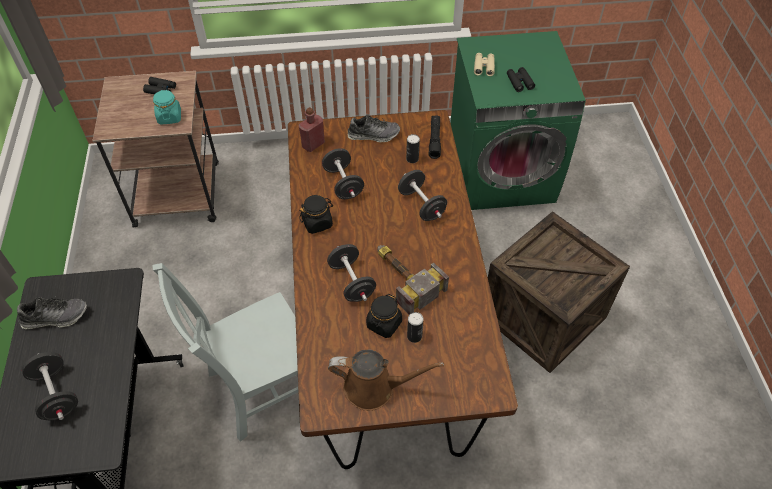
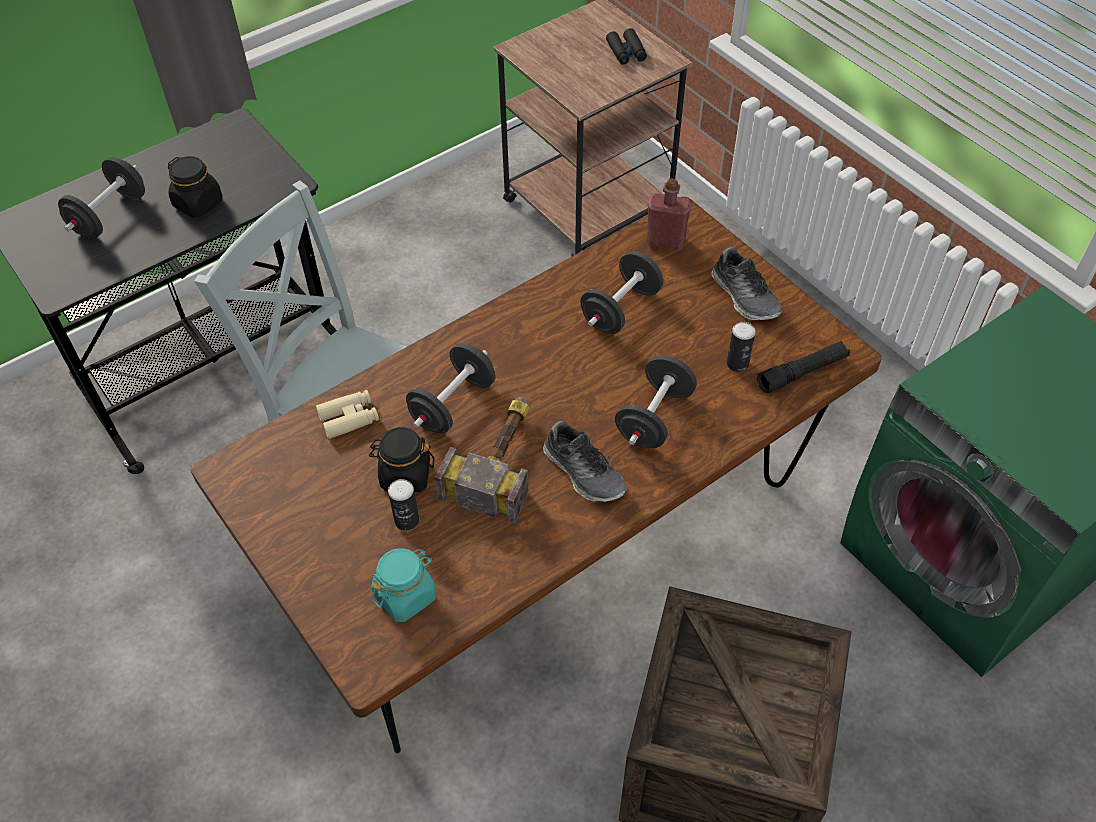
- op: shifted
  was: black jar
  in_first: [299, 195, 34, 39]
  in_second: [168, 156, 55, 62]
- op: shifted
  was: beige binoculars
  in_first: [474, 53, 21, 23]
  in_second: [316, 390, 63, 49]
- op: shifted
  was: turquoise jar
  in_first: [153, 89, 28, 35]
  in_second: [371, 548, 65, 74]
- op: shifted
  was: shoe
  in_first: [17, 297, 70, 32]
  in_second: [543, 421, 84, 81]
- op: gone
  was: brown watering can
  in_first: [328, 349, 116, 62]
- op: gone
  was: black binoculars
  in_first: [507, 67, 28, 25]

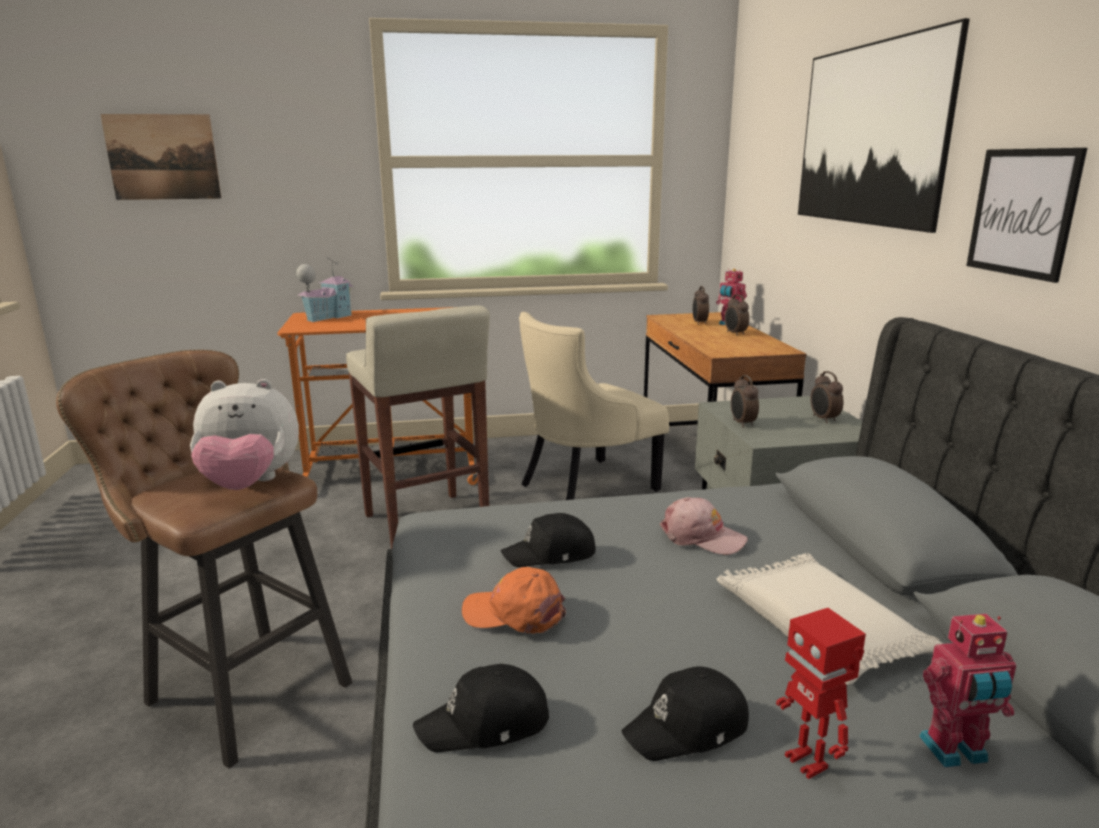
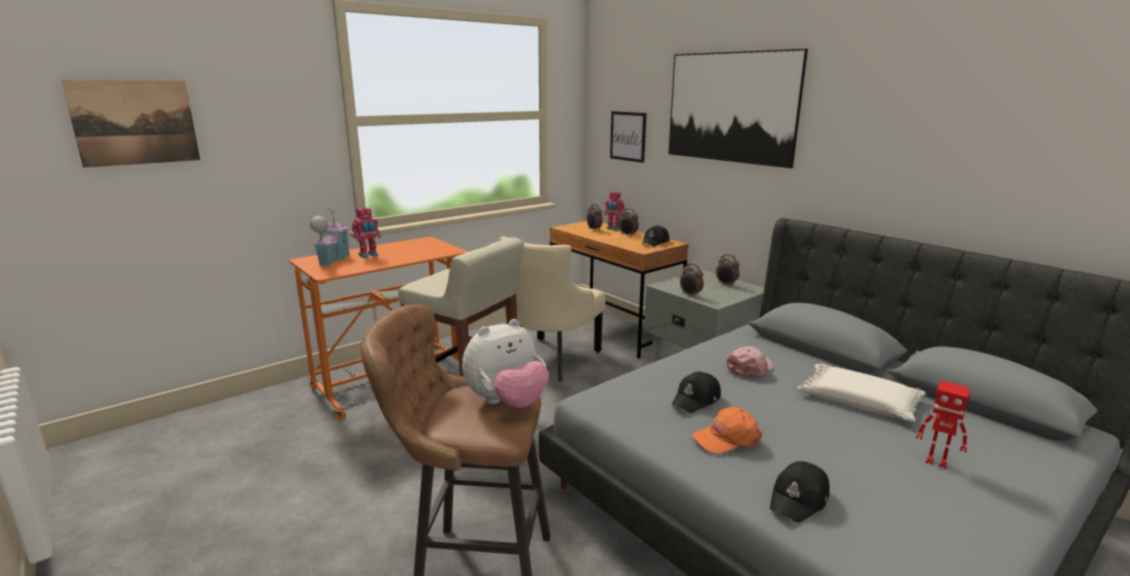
- op: shifted
  was: toy robot
  in_first: [919, 614, 98, 153]
  in_second: [352, 206, 29, 52]
- op: shifted
  was: picture
  in_first: [966, 148, 121, 135]
  in_second: [610, 111, 37, 52]
- op: shifted
  was: black cap
  in_first: [622, 666, 127, 95]
  in_second: [641, 225, 28, 22]
- op: rotated
  was: pink cap
  in_first: [660, 497, 88, 58]
  in_second: [726, 346, 48, 31]
  clockwise: -45

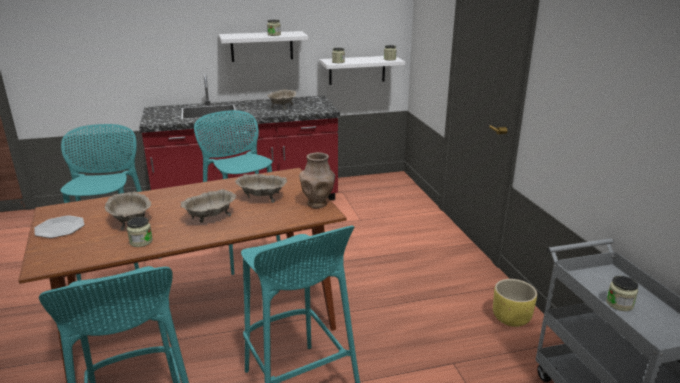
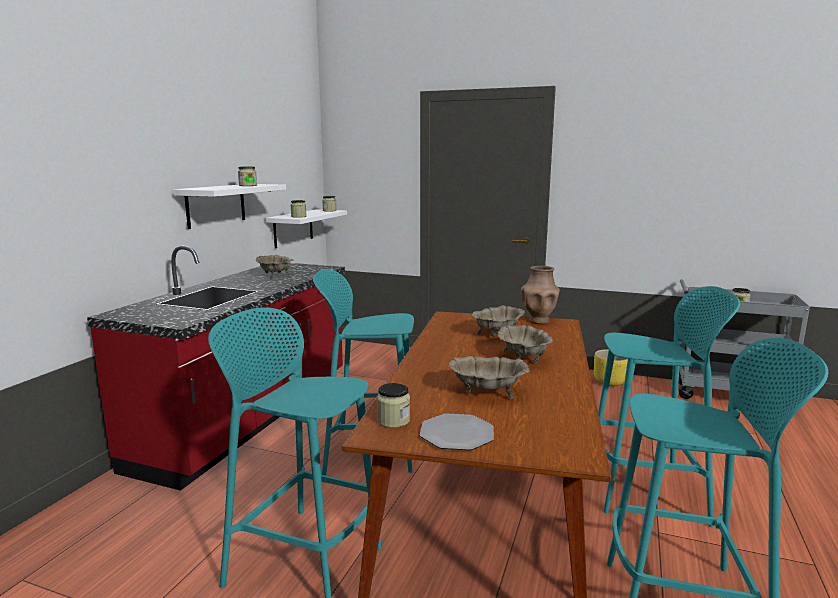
- op: shifted
  was: jar
  in_first: [127, 217, 26, 30]
  in_second: [377, 383, 33, 45]

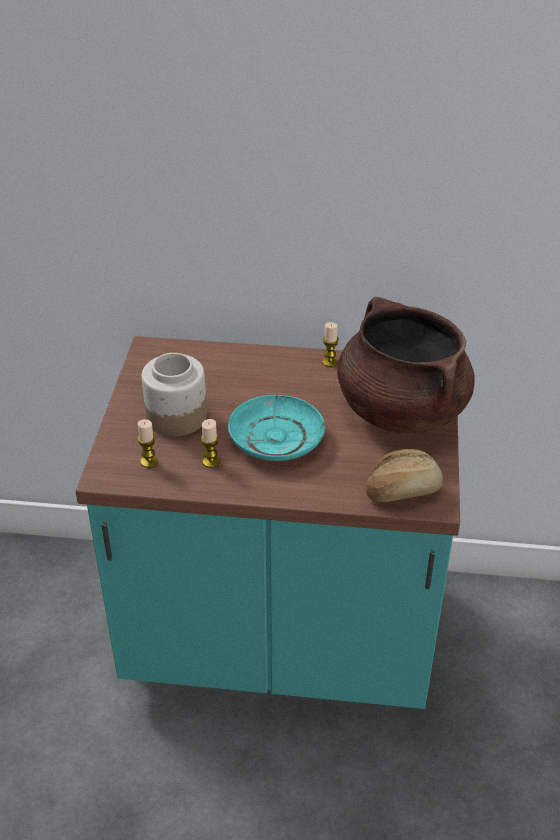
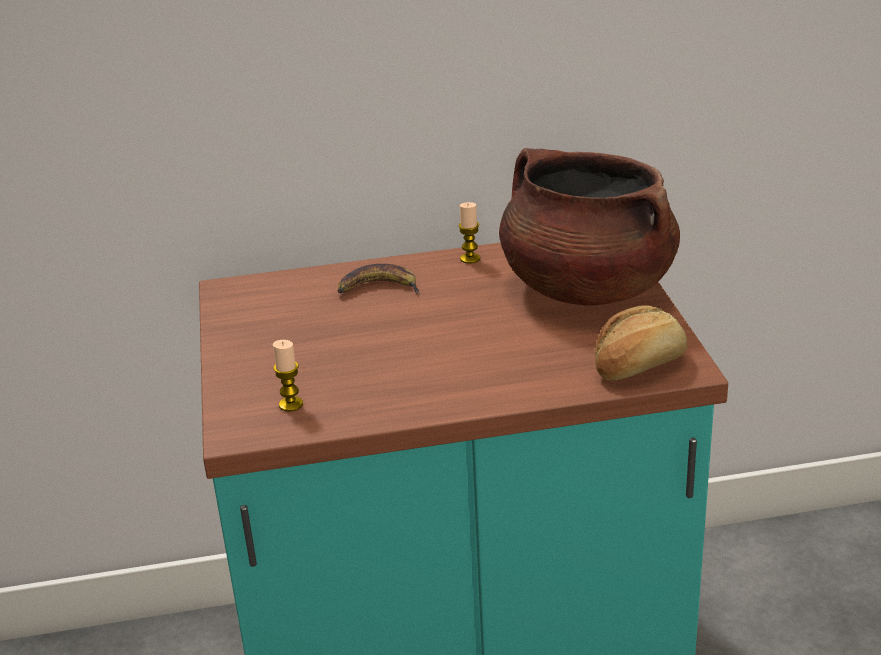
- op: new
  now: banana
  in_second: [338, 264, 83, 31]
- op: gone
  was: jar
  in_first: [142, 353, 65, 84]
- op: gone
  was: candle
  in_first: [201, 419, 19, 49]
- op: gone
  was: turquoise plate
  in_first: [228, 395, 97, 66]

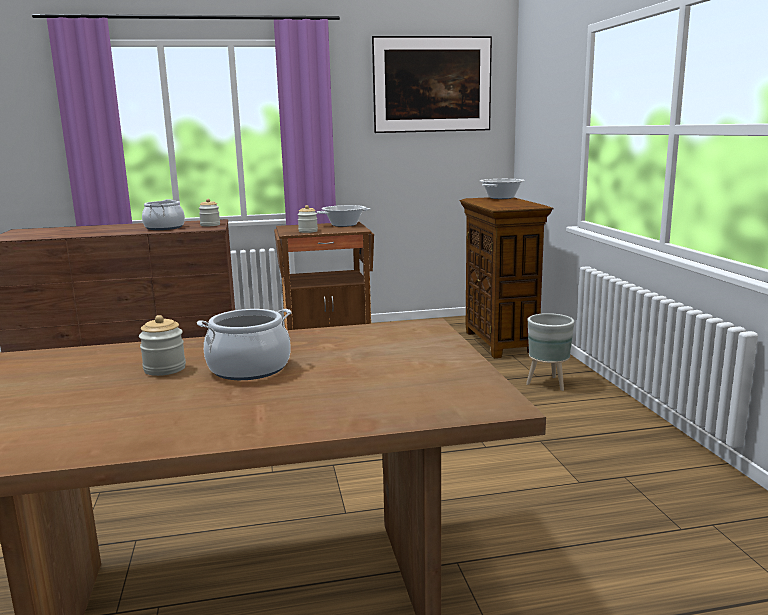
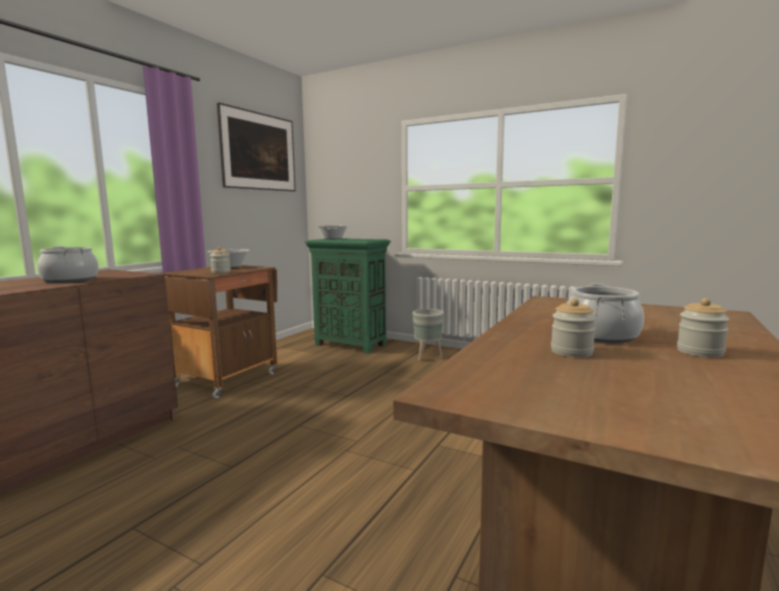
- op: repainted
  was: brown cabinet
  now: green cabinet
  in_first: [460, 197, 94, 161]
  in_second: [305, 238, 86, 116]
- op: shifted
  was: jar
  in_first: [199, 199, 21, 27]
  in_second: [677, 298, 53, 59]

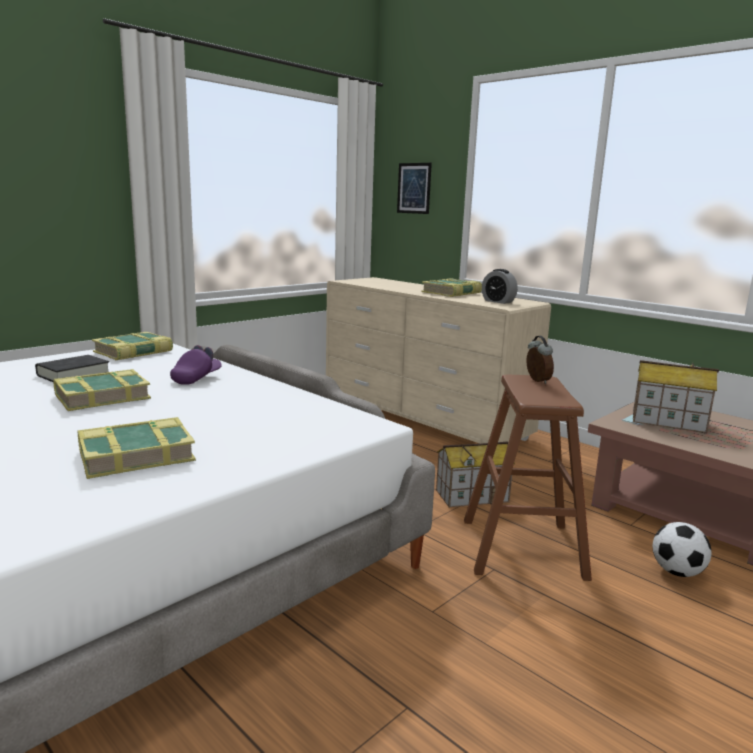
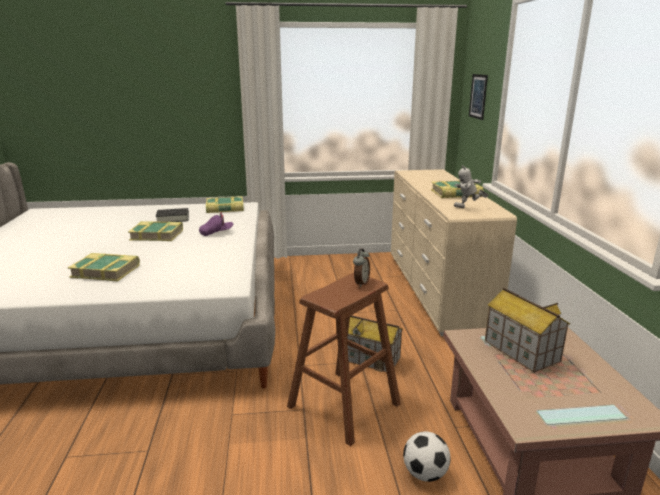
- op: swapped
  was: alarm clock
  now: toy robot
  in_first: [482, 269, 36, 35]
  in_second: [454, 165, 35, 43]

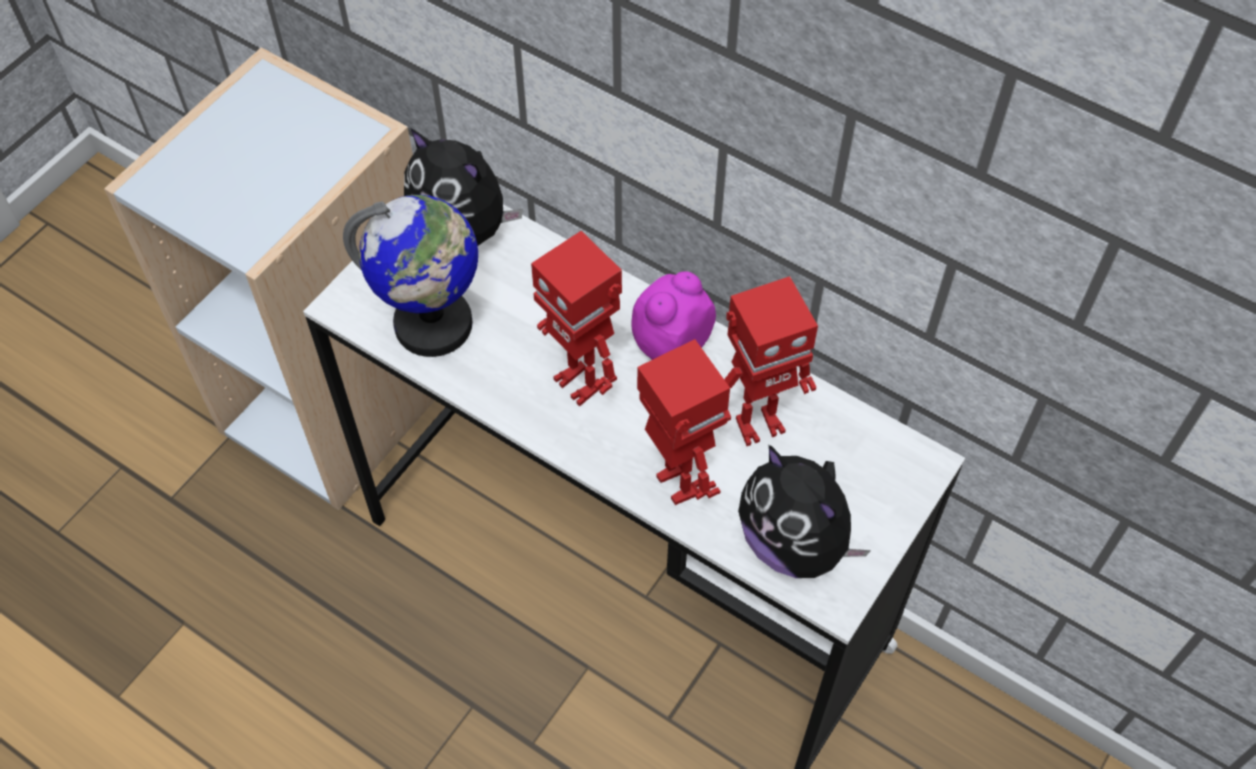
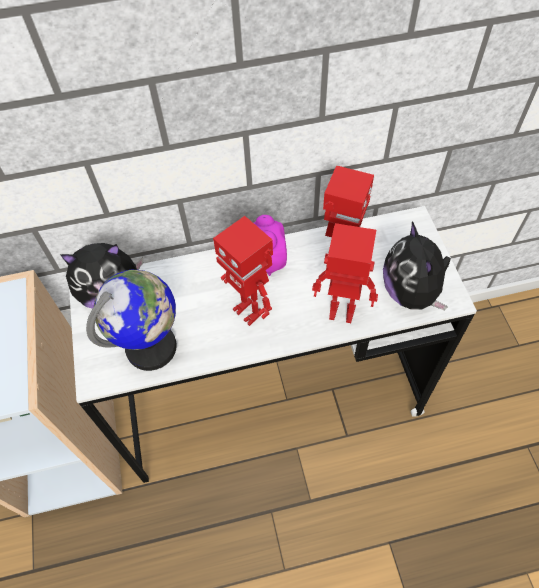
- op: rotated
  was: toy robot
  in_first: [531, 231, 91, 176]
  in_second: [213, 216, 60, 110]
  clockwise: 45
- op: rotated
  was: plush toy
  in_first: [738, 445, 133, 133]
  in_second: [383, 221, 68, 90]
  clockwise: 75

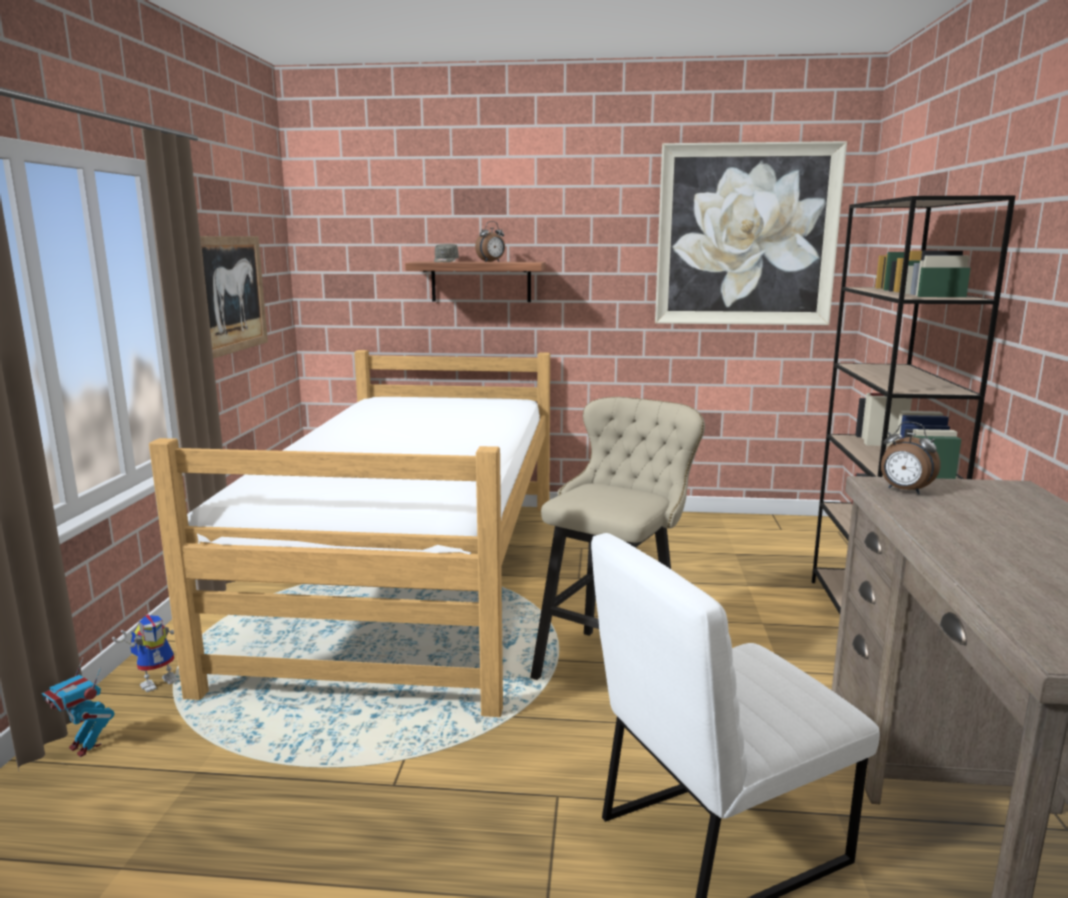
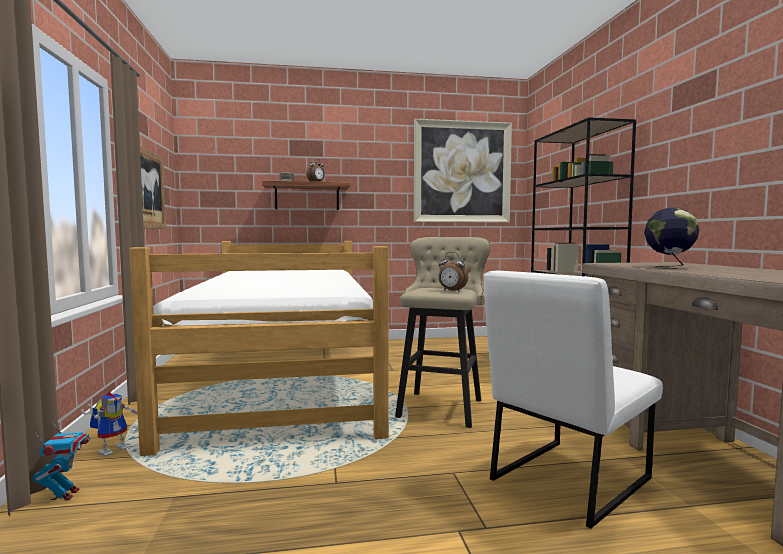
- op: rotated
  was: toy robot
  in_first: [42, 658, 72, 99]
  in_second: [33, 421, 57, 79]
  clockwise: -120
- op: shifted
  was: alarm clock
  in_first: [881, 422, 59, 72]
  in_second: [438, 252, 30, 39]
- op: new
  now: globe
  in_second: [644, 207, 55, 62]

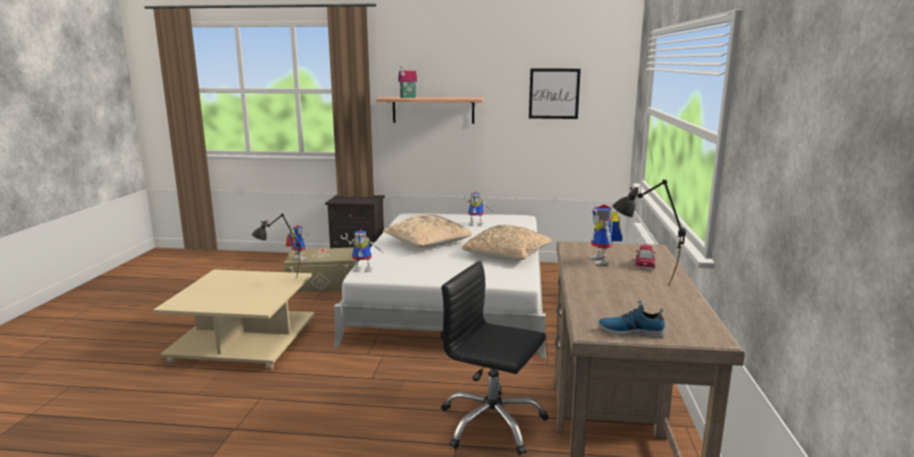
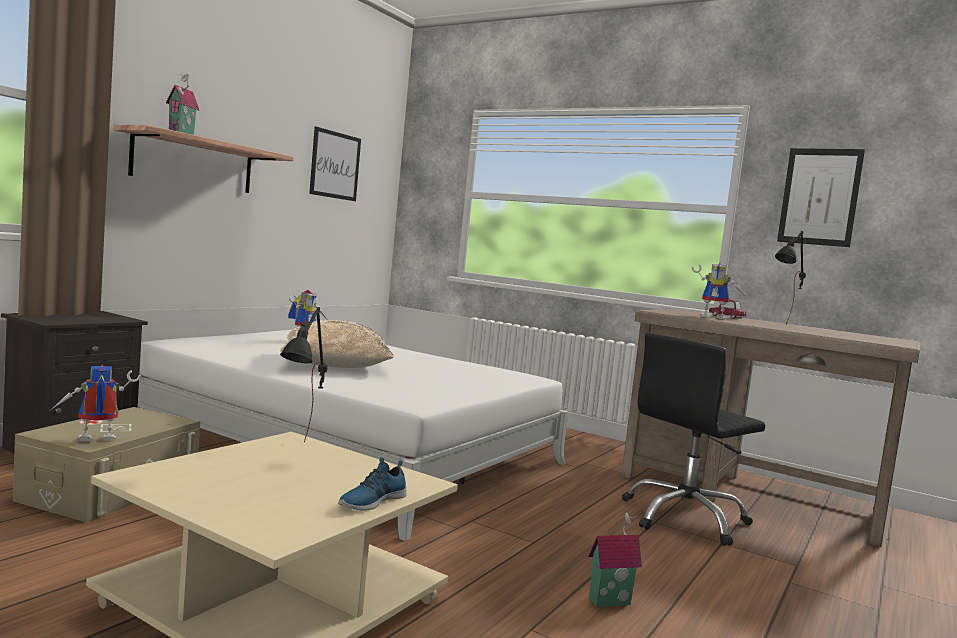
- op: shifted
  was: shoe
  in_first: [598, 301, 68, 37]
  in_second: [338, 457, 69, 53]
- op: new
  now: toy house
  in_second: [588, 512, 54, 95]
- op: new
  now: picture
  in_second: [777, 148, 88, 99]
- op: gone
  was: toy robot
  in_first: [341, 229, 44, 43]
- op: gone
  was: beige pillow
  in_first: [462, 225, 90, 36]

